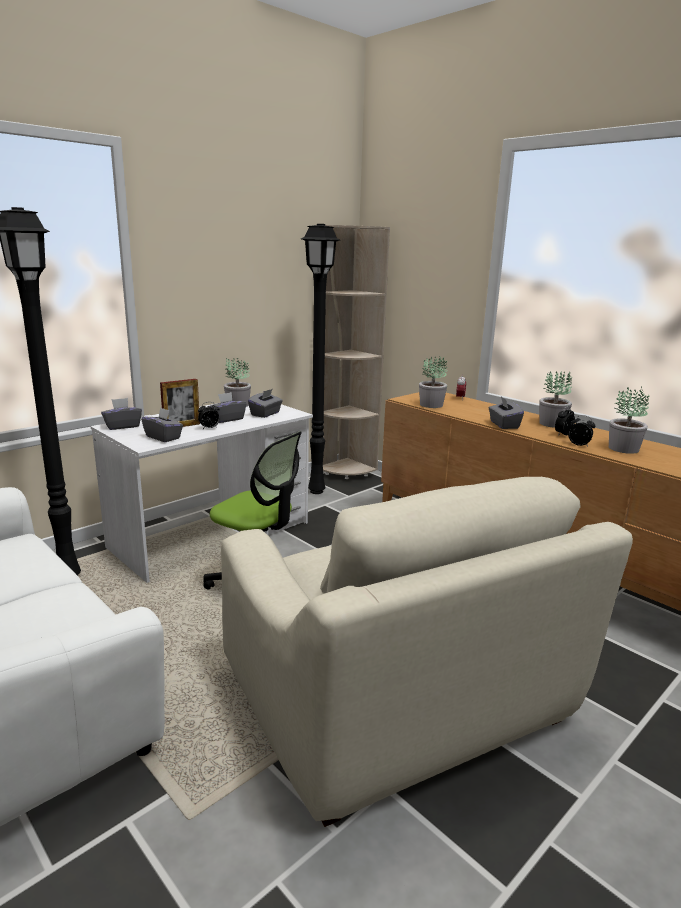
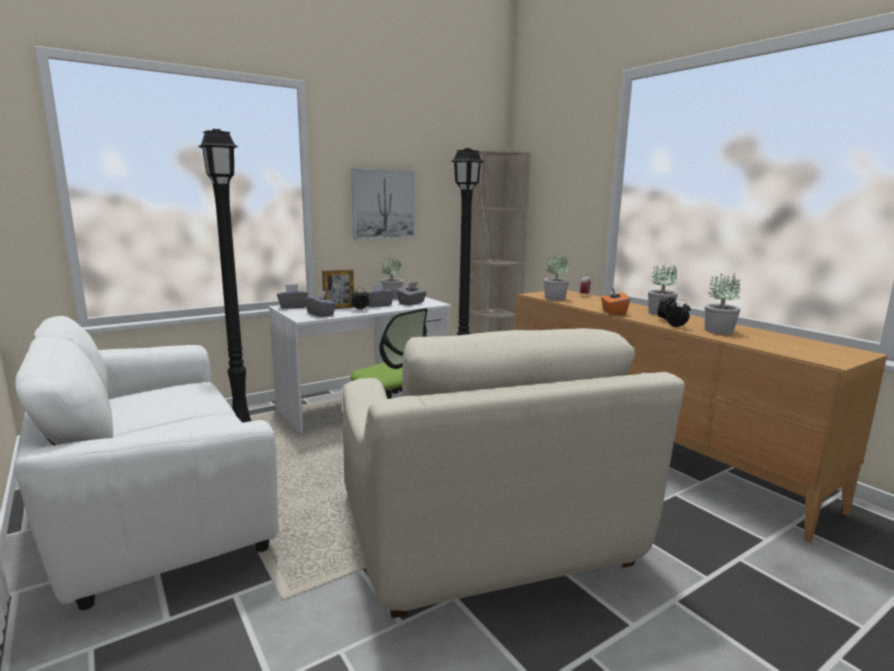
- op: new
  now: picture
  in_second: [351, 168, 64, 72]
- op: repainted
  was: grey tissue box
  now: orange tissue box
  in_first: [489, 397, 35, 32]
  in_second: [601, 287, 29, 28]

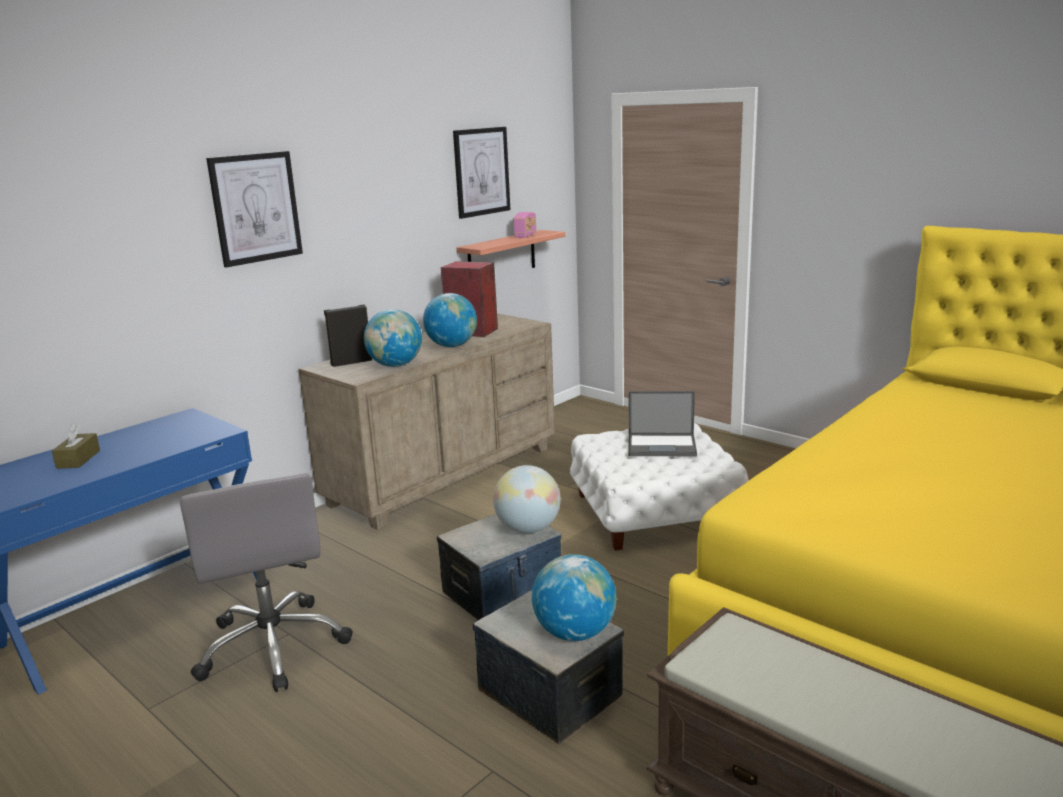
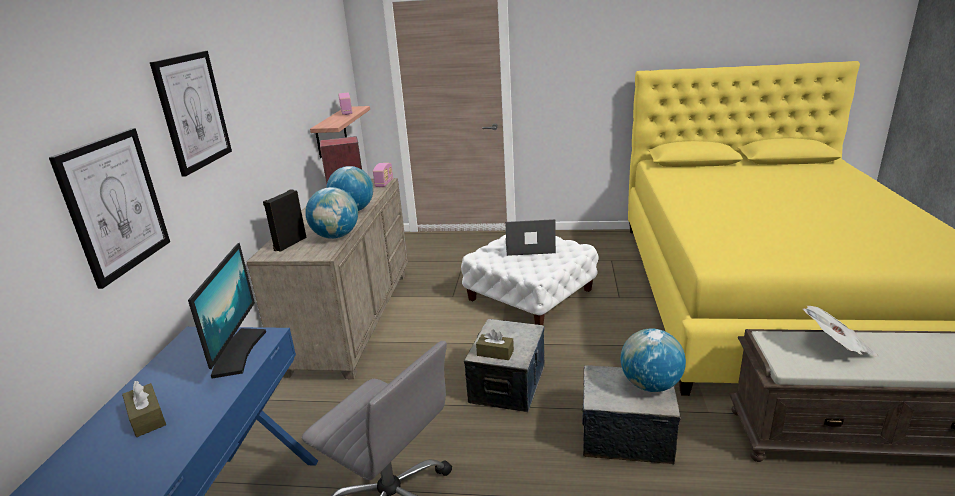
- op: shifted
  was: picture
  in_first: [453, 127, 57, 92]
  in_second: [49, 128, 121, 161]
- op: new
  now: monitor
  in_second: [188, 243, 78, 136]
- op: new
  now: radio
  in_second: [373, 163, 20, 24]
- op: new
  now: brown tissue box
  in_second: [476, 329, 38, 31]
- op: rotated
  was: laptop
  in_first: [628, 391, 69, 65]
  in_second: [505, 219, 51, 37]
  clockwise: -150
- op: new
  now: newspaper
  in_second: [803, 306, 76, 51]
- op: gone
  was: globe
  in_first: [493, 465, 68, 68]

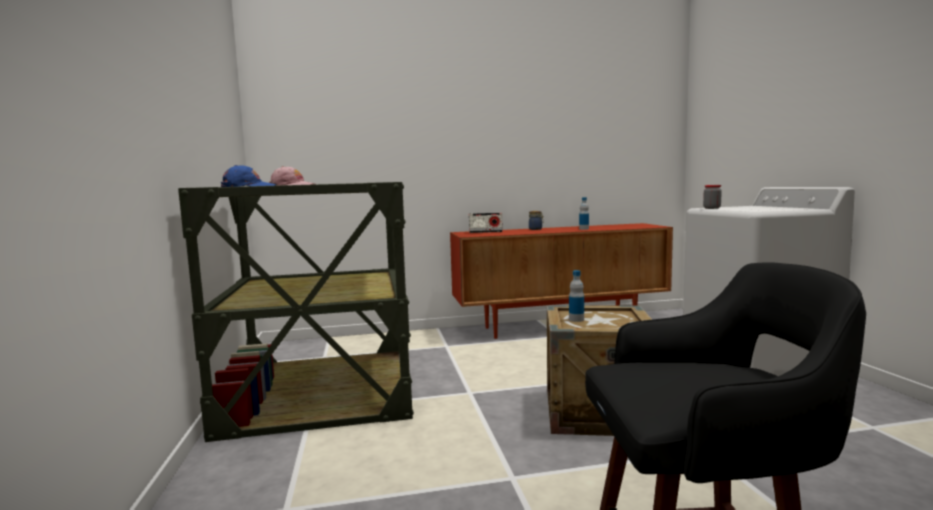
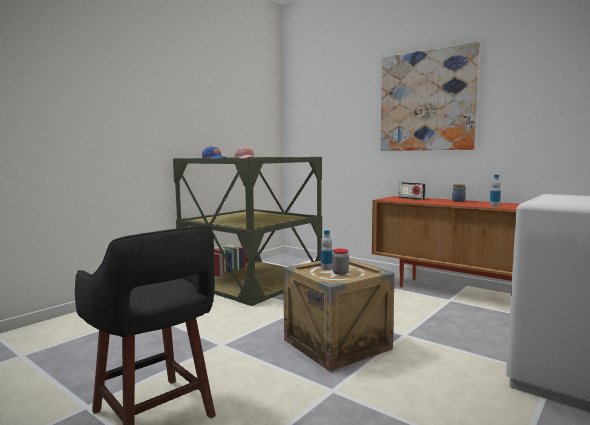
- op: shifted
  was: jar
  in_first: [703, 185, 19, 24]
  in_second: [332, 249, 17, 26]
- op: new
  now: picture
  in_second: [380, 41, 100, 110]

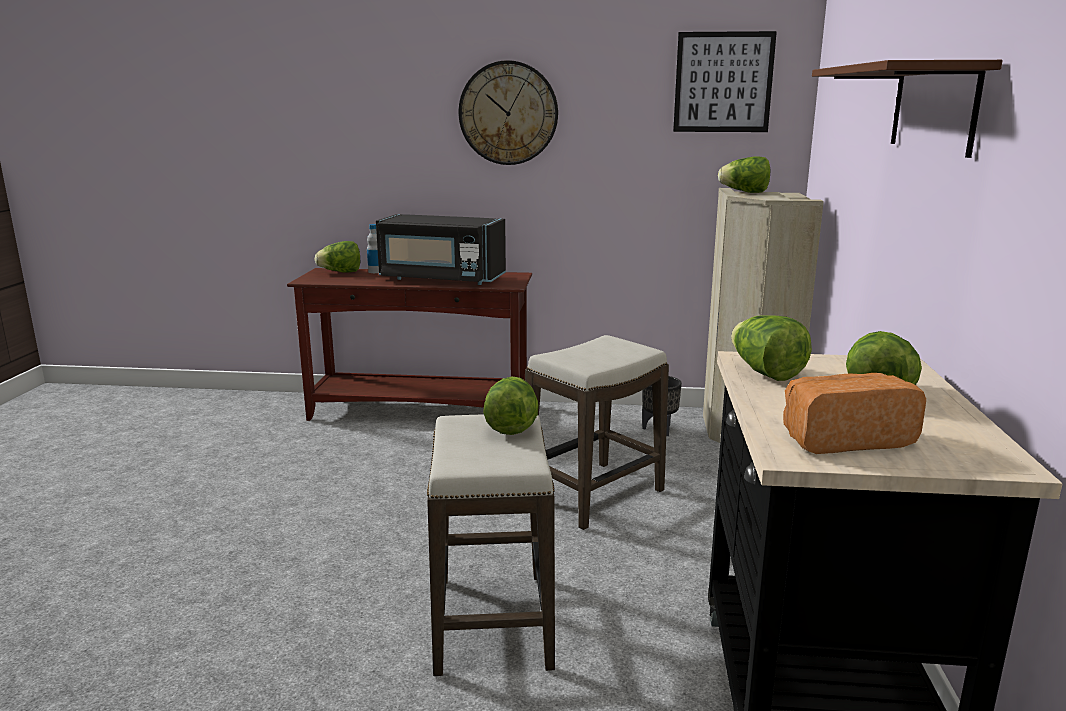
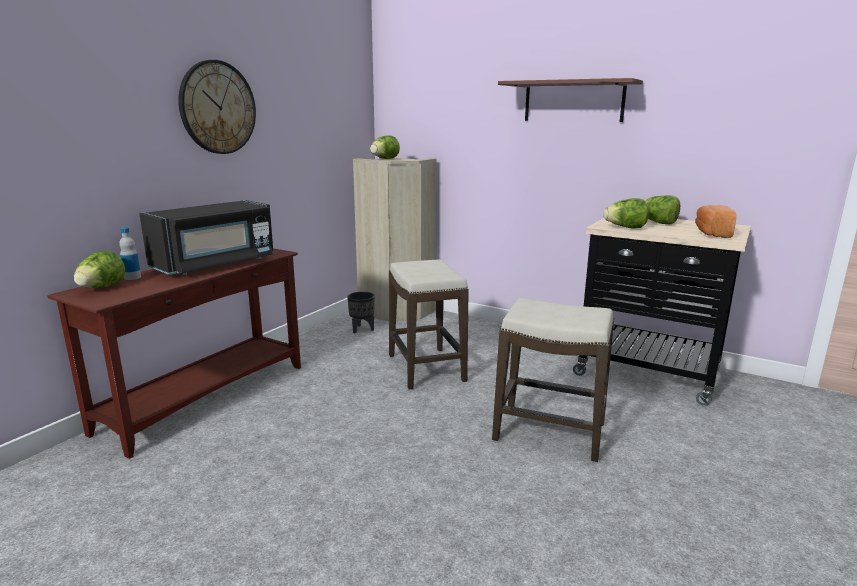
- op: gone
  was: lettuce
  in_first: [483, 376, 55, 59]
- op: gone
  was: picture
  in_first: [673, 31, 104, 101]

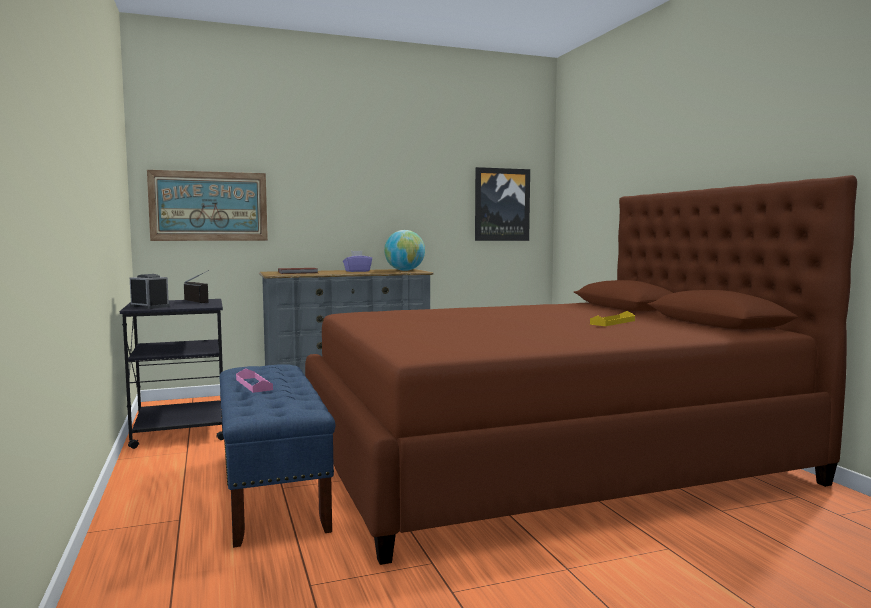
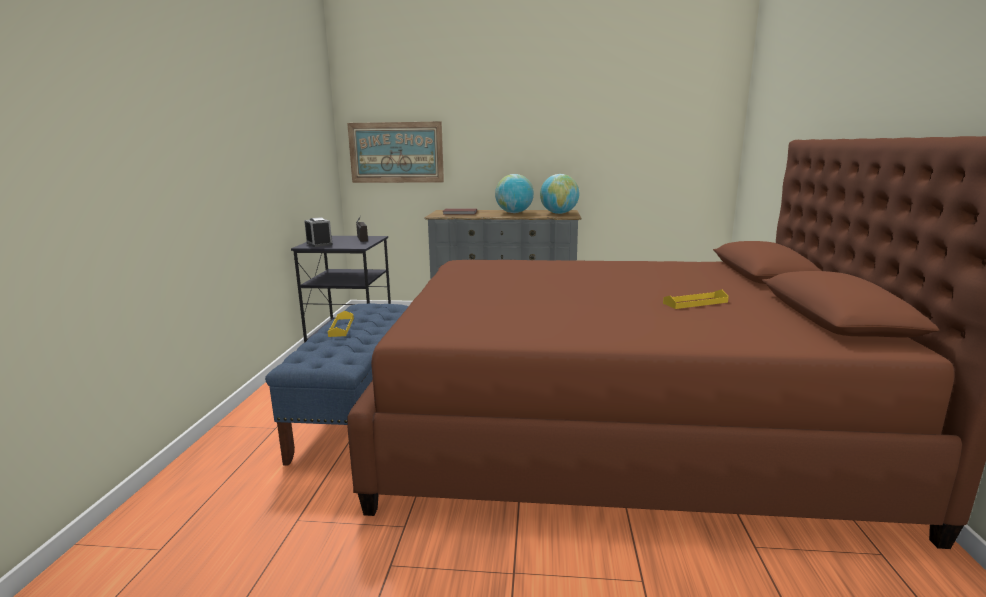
- op: repainted
  was: pink tray
  now: yellow tray
  in_first: [236, 368, 37, 25]
  in_second: [328, 311, 26, 26]
- op: swapped
  was: purple tissue box
  now: globe
  in_first: [343, 251, 29, 21]
  in_second: [495, 174, 39, 39]
- op: gone
  was: picture
  in_first: [475, 167, 55, 74]

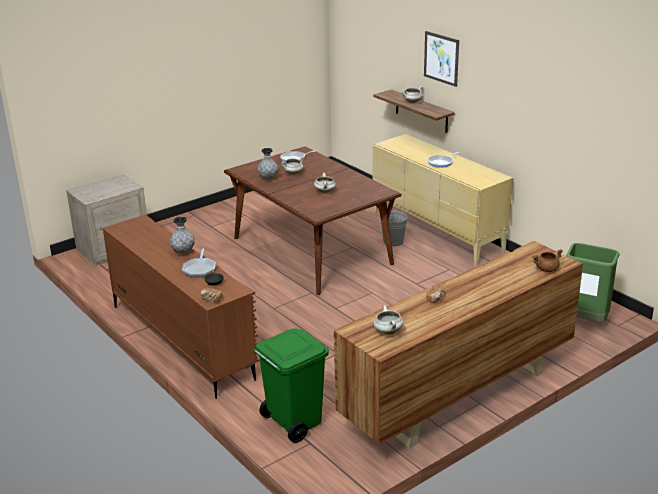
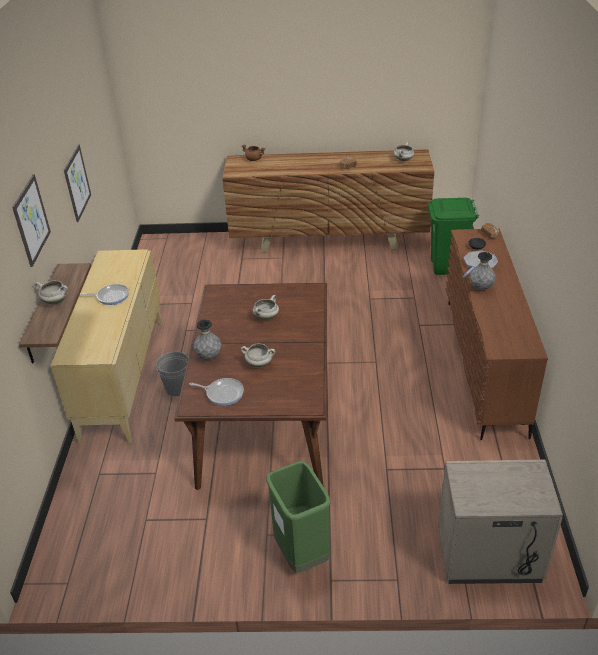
- op: new
  now: picture
  in_second: [64, 145, 27, 77]
- op: shifted
  was: grey vase
  in_first: [258, 148, 20, 32]
  in_second: [193, 320, 28, 40]
- op: shifted
  was: green trash can
  in_first: [566, 243, 54, 79]
  in_second: [266, 461, 65, 112]

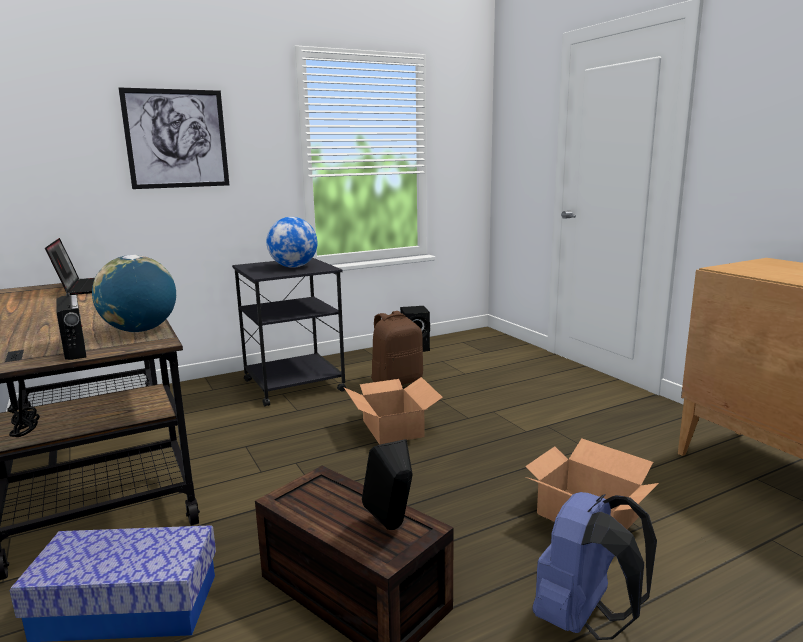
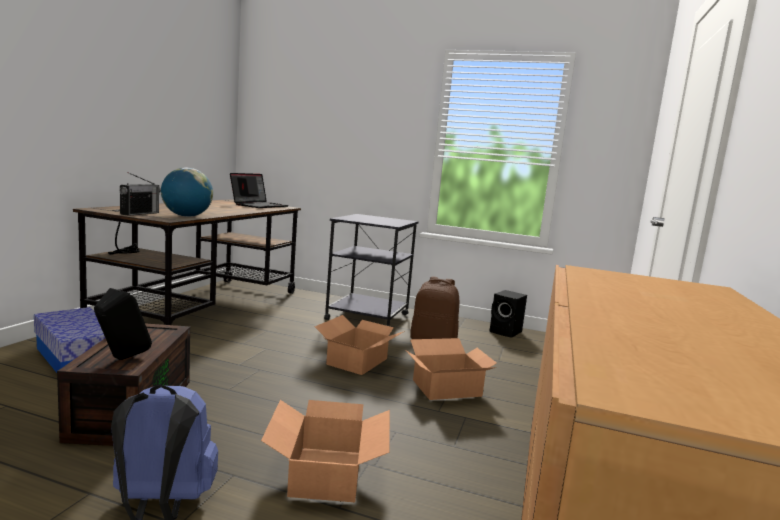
- op: new
  now: cardboard box
  in_second: [406, 338, 91, 62]
- op: gone
  was: picture
  in_first: [119, 88, 110, 101]
- op: gone
  was: globe
  in_first: [267, 217, 50, 51]

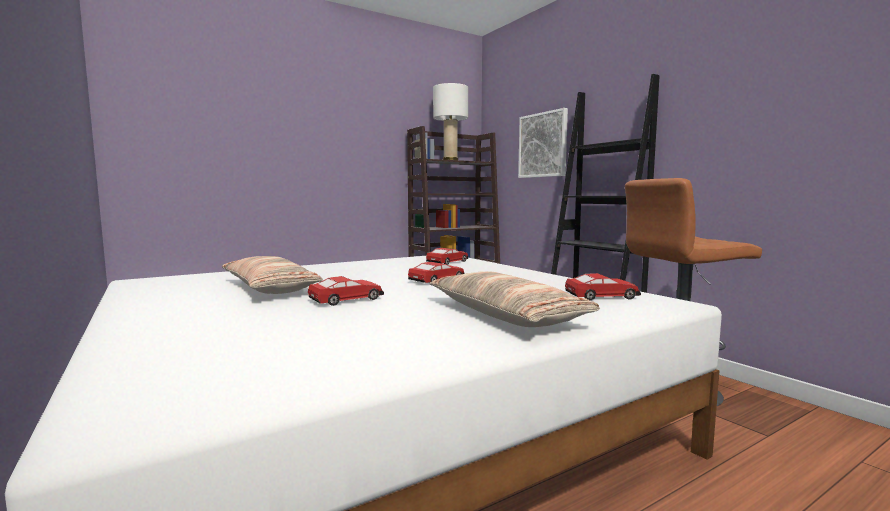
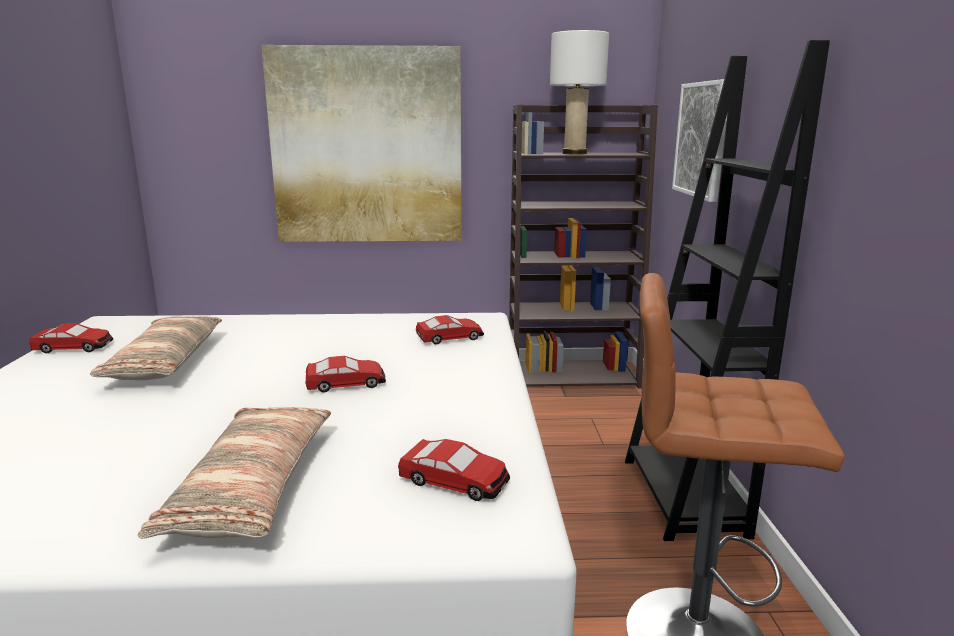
- op: shifted
  was: toy car
  in_first: [308, 276, 76, 30]
  in_second: [29, 324, 84, 29]
- op: new
  now: picture
  in_second: [261, 45, 201, 197]

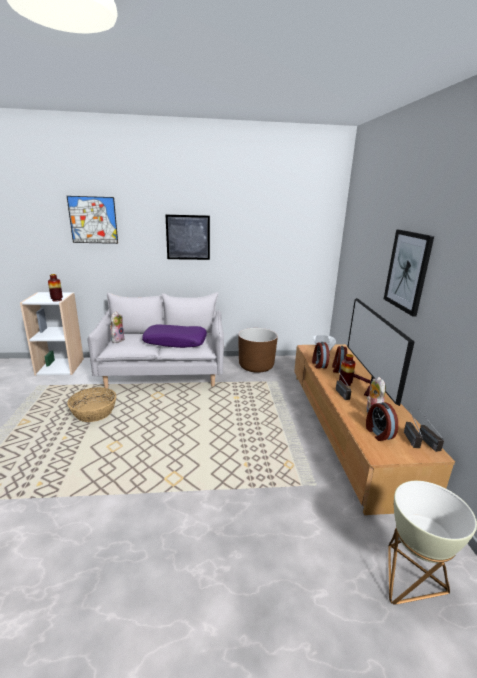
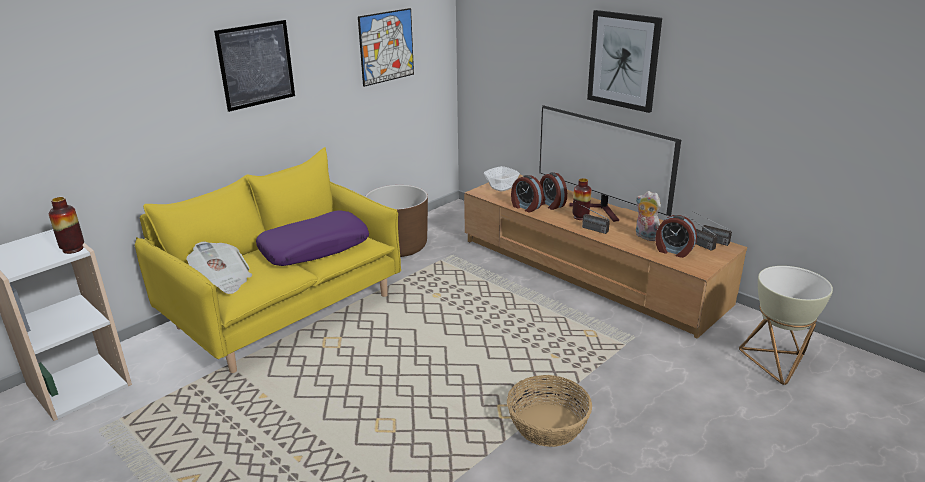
- op: repainted
  was: grey sofa
  now: yellow sofa
  in_first: [88, 292, 136, 96]
  in_second: [135, 147, 266, 226]
- op: swapped
  was: plush toy
  now: newspaper
  in_first: [110, 312, 15, 31]
  in_second: [186, 241, 66, 53]
- op: shifted
  was: picture
  in_first: [67, 196, 51, 48]
  in_second: [358, 8, 56, 79]
- op: shifted
  was: basket
  in_first: [67, 387, 49, 35]
  in_second: [507, 375, 85, 72]

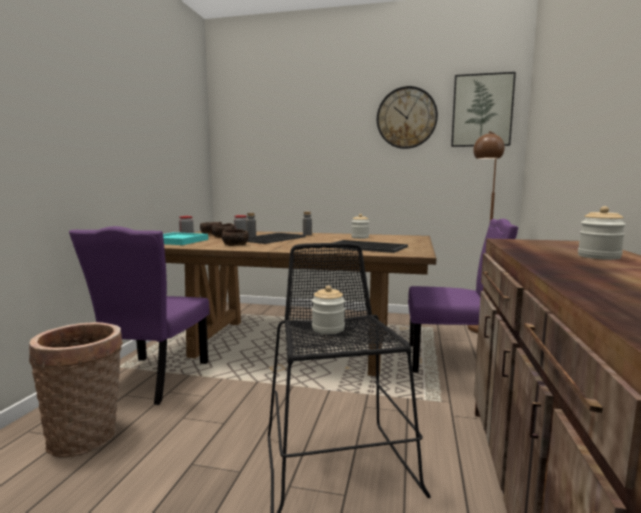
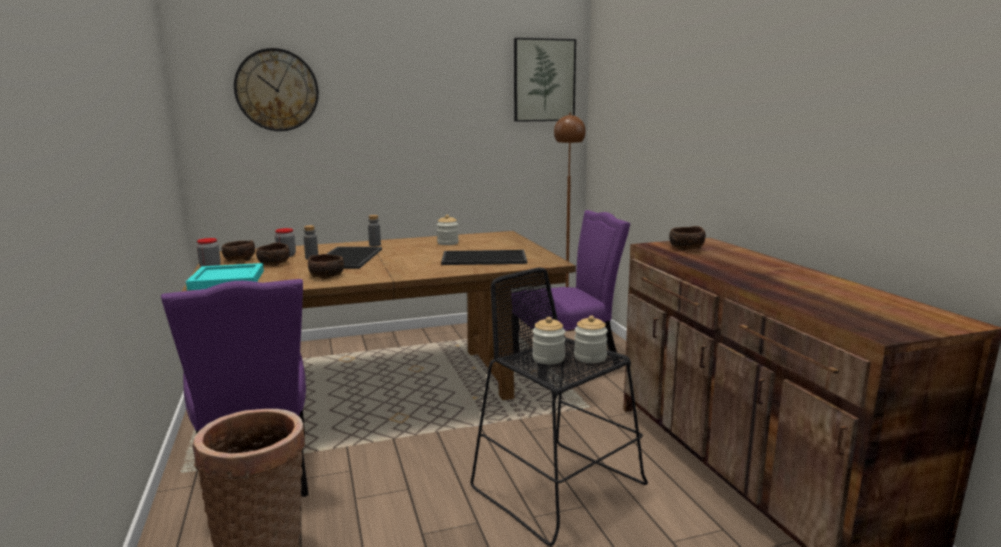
- op: shifted
  was: wall clock
  in_first: [377, 86, 61, 63]
  in_second: [234, 48, 85, 83]
- op: shifted
  was: jar
  in_first: [578, 206, 48, 54]
  in_second: [574, 316, 34, 47]
- op: new
  now: brown bowl
  in_second: [669, 226, 37, 24]

